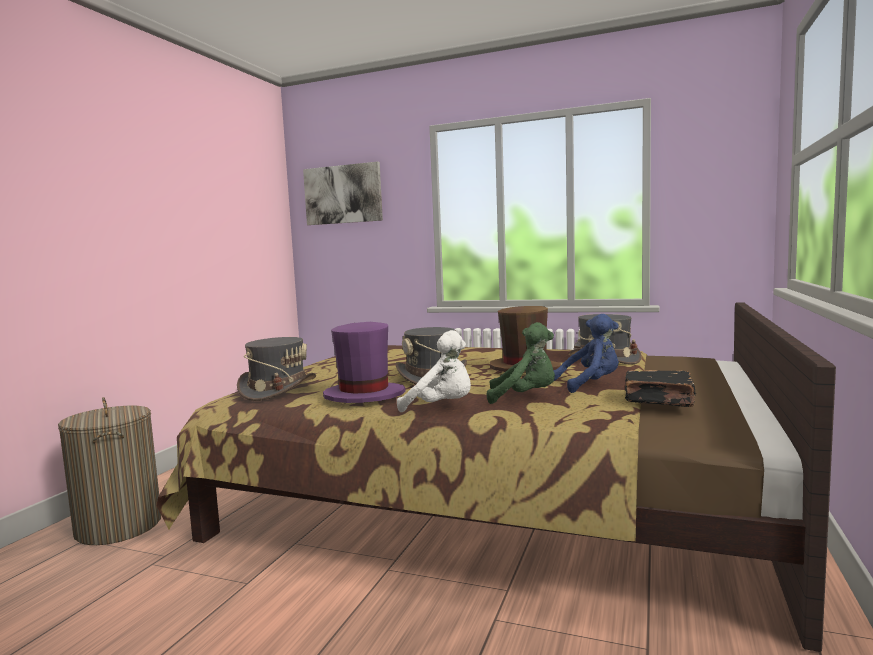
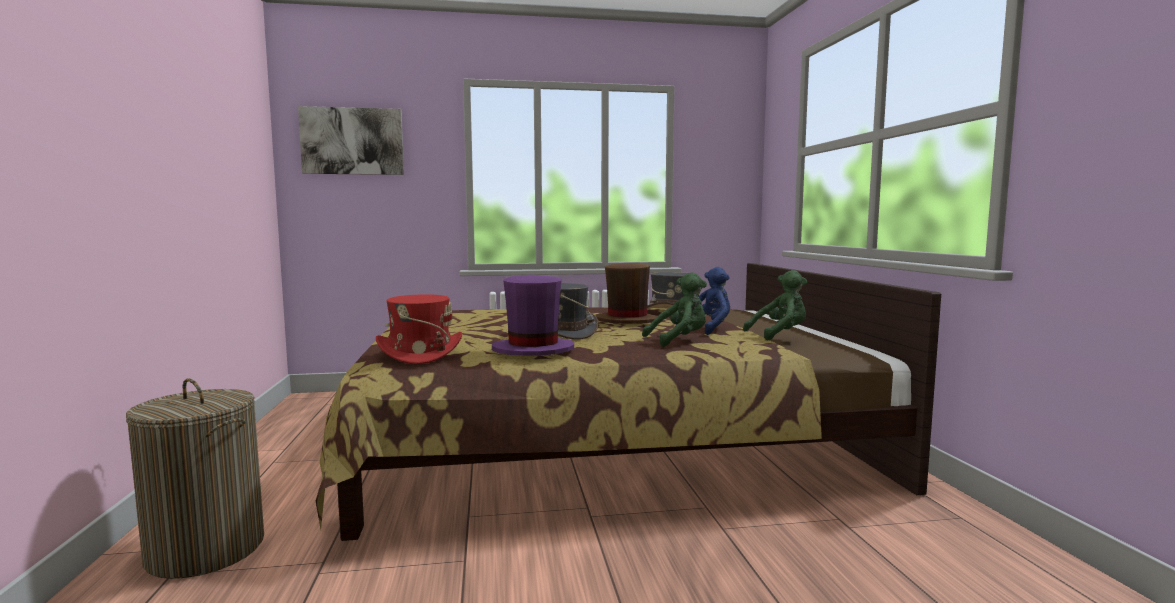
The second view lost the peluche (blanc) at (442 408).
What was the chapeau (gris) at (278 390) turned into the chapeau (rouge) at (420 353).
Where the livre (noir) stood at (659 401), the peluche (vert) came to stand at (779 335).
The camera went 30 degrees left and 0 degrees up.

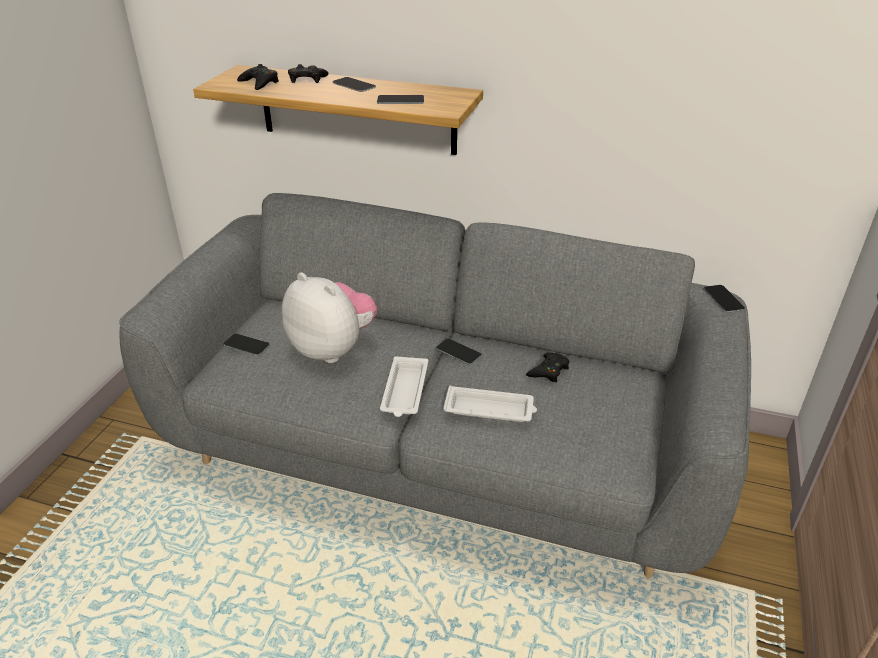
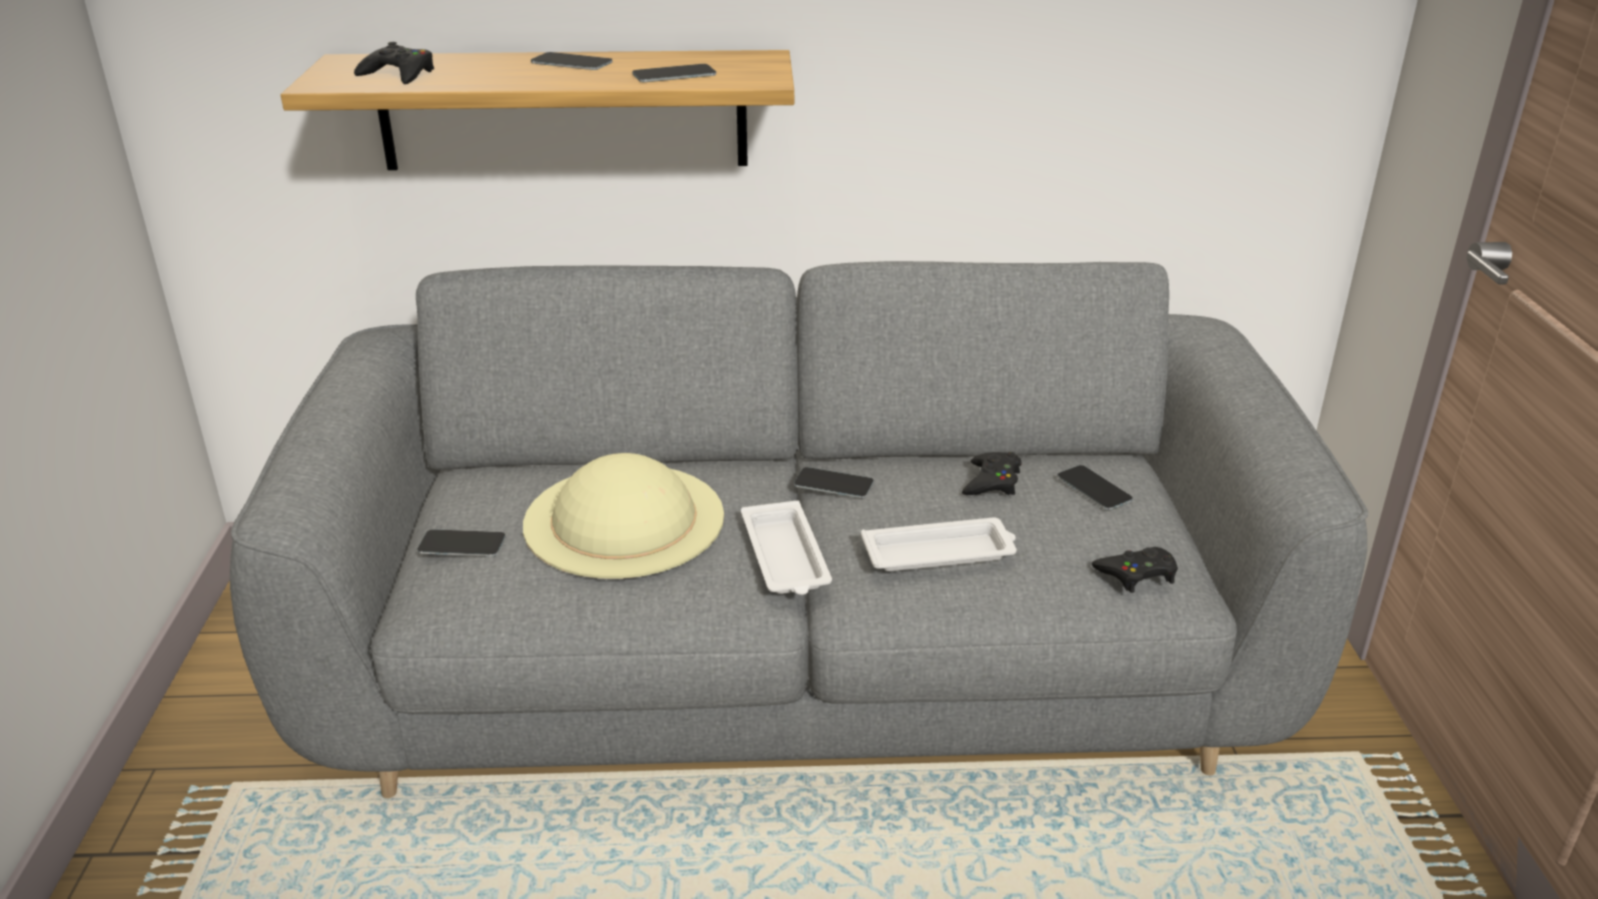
The manette (noir) ended up elsewhere, having gone from (307 79) to (1137 574).
Where the peluche stood at (333 349), the chapeau (beige) came to stand at (624 519).
The téléphone ended up elsewhere, having gone from (723 299) to (1094 488).
The camera went 20 degrees left and 5 degrees down.

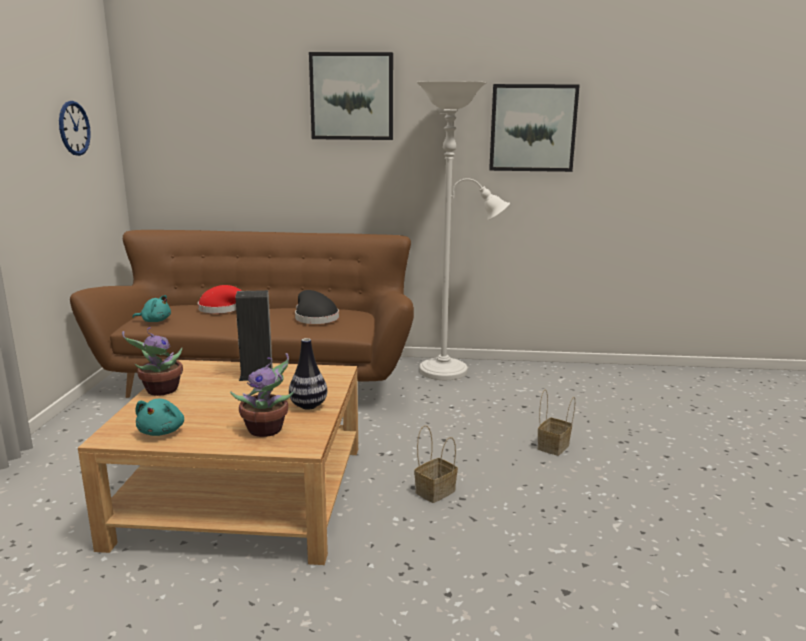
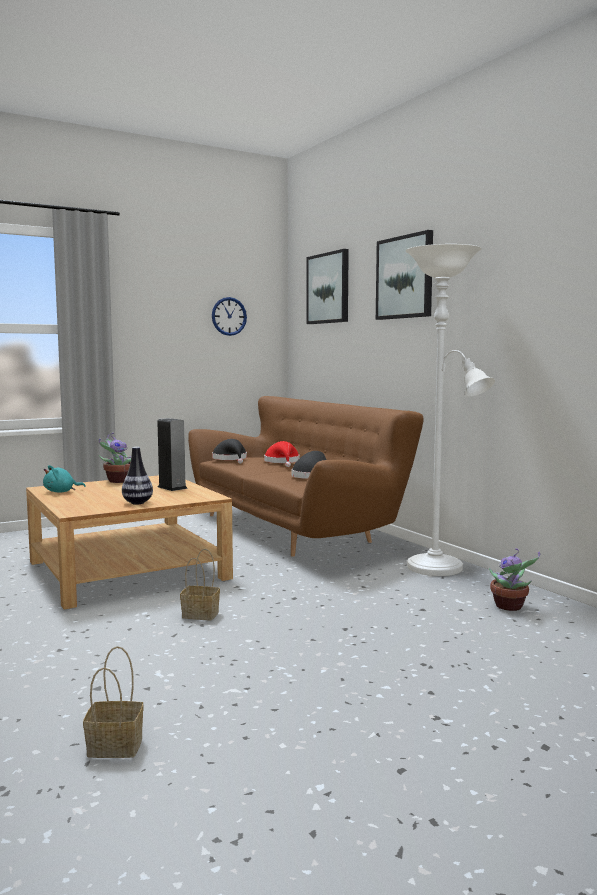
The tableau ended up elsewhere, having gone from (532 128) to (328 288).
Where the peluche (turquoise) stood at (155 321), the chapeau (noir) came to stand at (231 459).
The plante en pot ended up elsewhere, having gone from (267 430) to (510 607).
The panier ended up elsewhere, having gone from (553 447) to (113 747).
The camera went 55 degrees right and 10 degrees down.

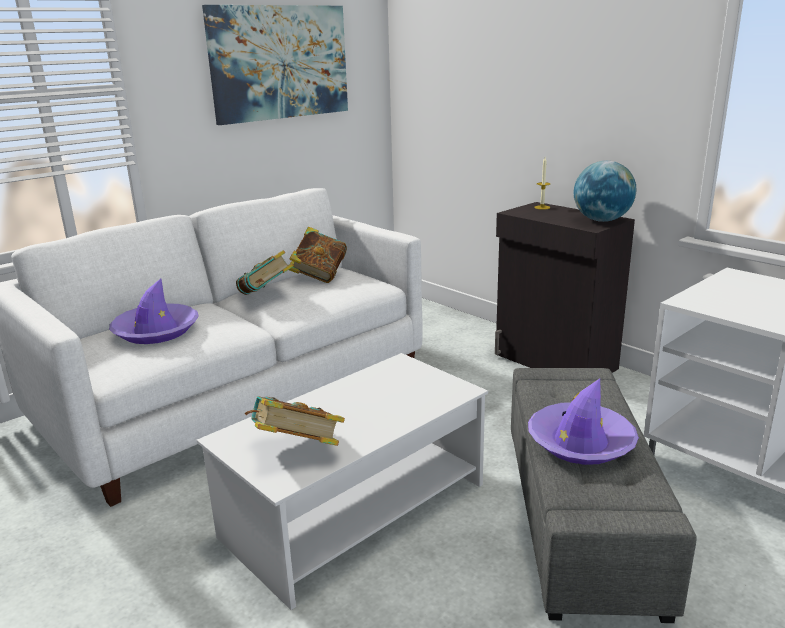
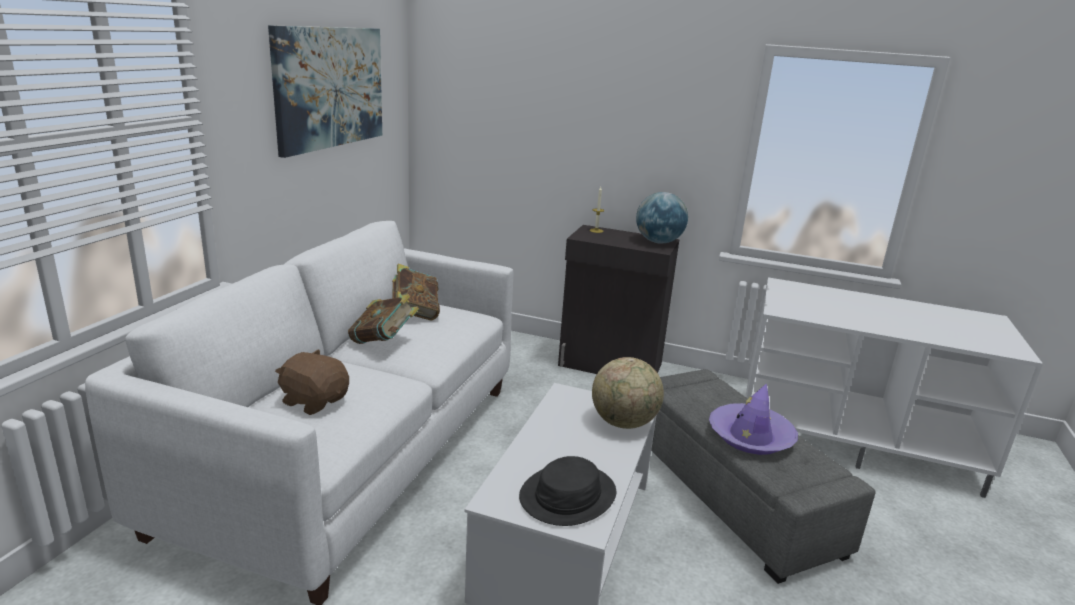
Where the chapeau (violet) stood at (156 331), the peluche (marron) came to stand at (314 401).
Where the livre stood at (296 450), the chapeau (noir) came to stand at (568 496).
The second view gained the globe at (624 423).
The camera went 30 degrees left and 0 degrees up.

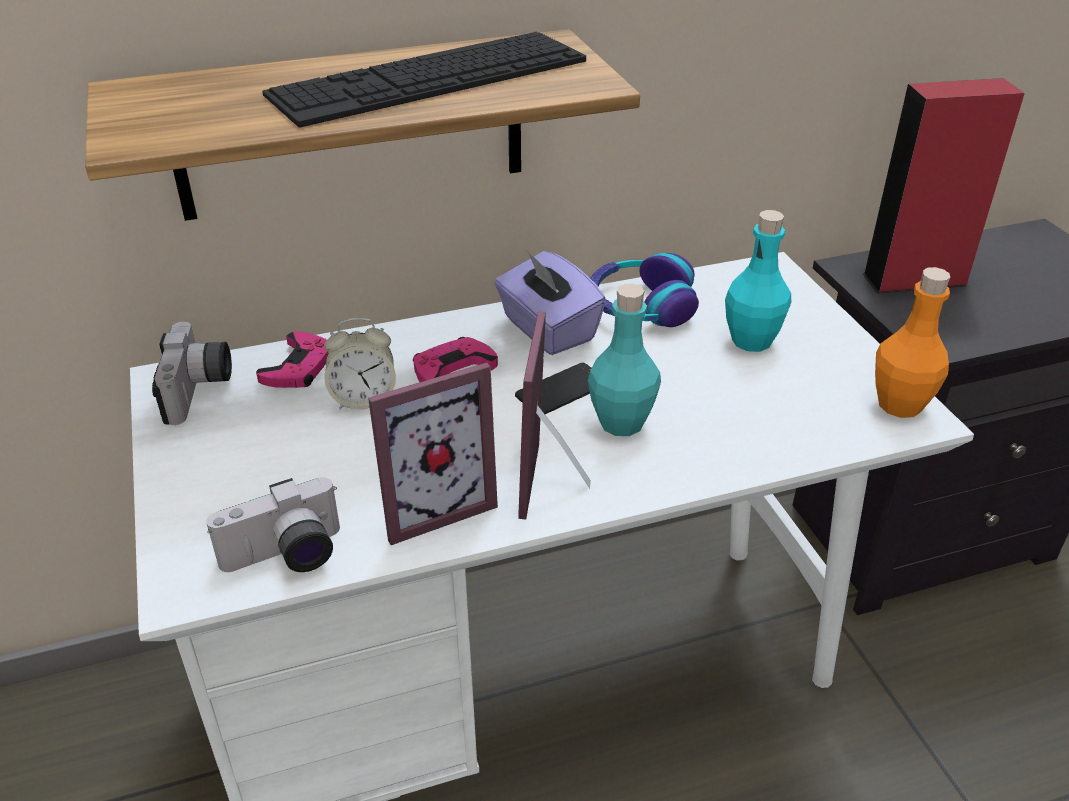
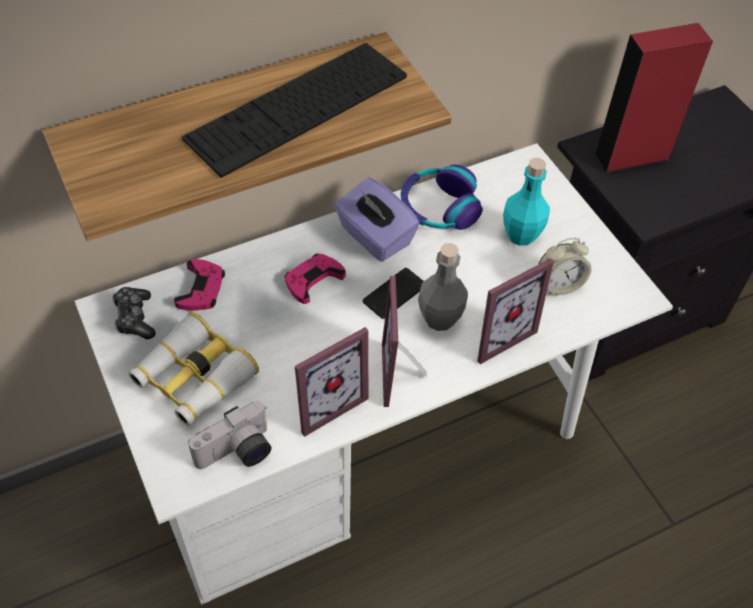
The second view lost the bouteille (orange) at (899 404).
What was the bouteille (turquoise) at (621 422) turned into the bouteille (gris) at (439 319).
The réveil ended up elsewhere, having gone from (363 399) to (559 284).
Where the appareil photo stood at (200 391), the manette came to stand at (135 318).
The second view gained the cadre photo at (496 333).
The second view gained the jumelles at (194 378).
The camera went 10 degrees left and 15 degrees up.

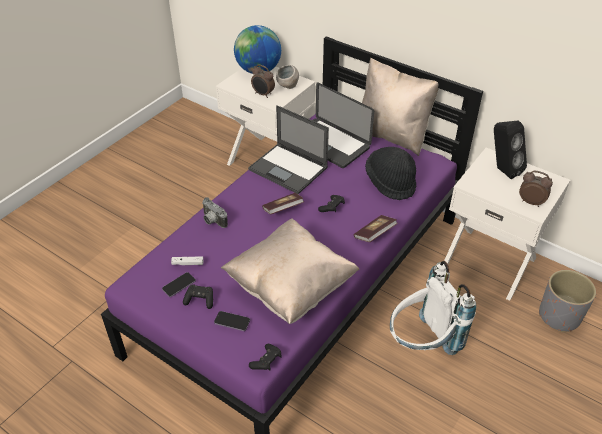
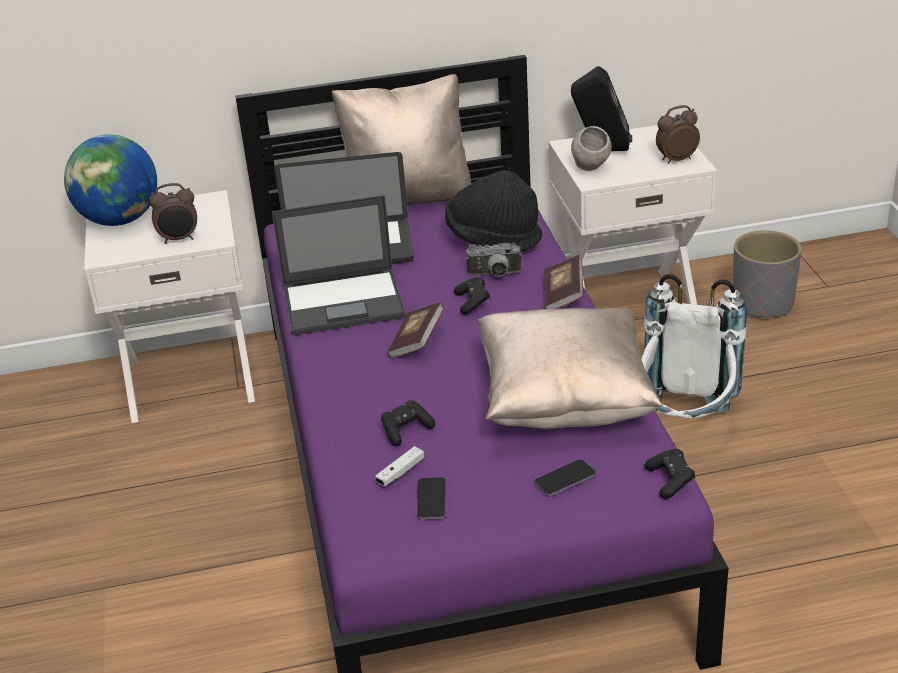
The bol (gris) ended up elsewhere, having gone from (288 88) to (591 169).
The appareil photo ended up elsewhere, having gone from (212 221) to (494 275).
The manette (noir) ended up elsewhere, having gone from (200 300) to (406 430).
The camera went 45 degrees left and 10 degrees down.

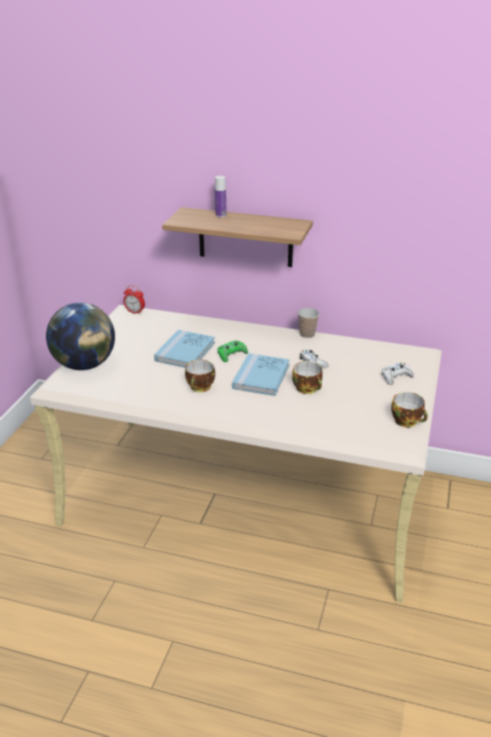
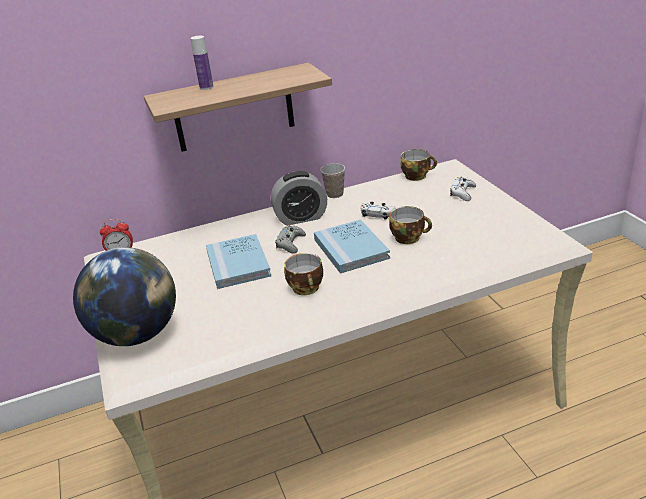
What was the manette (vert) at (231 354) turned into the manette (gris) at (291 243).
The tasse ended up elsewhere, having gone from (407 421) to (417 175).
The second view gained the réveil at (301 218).
The camera went 35 degrees left and 0 degrees up.

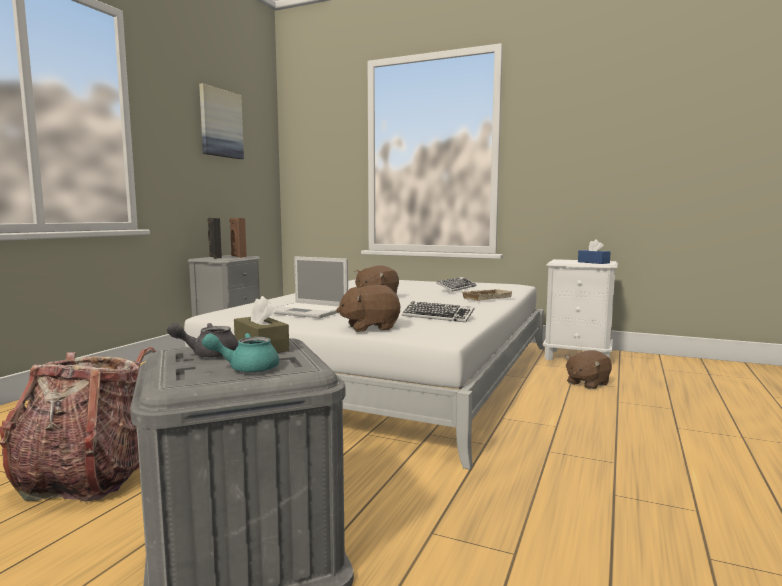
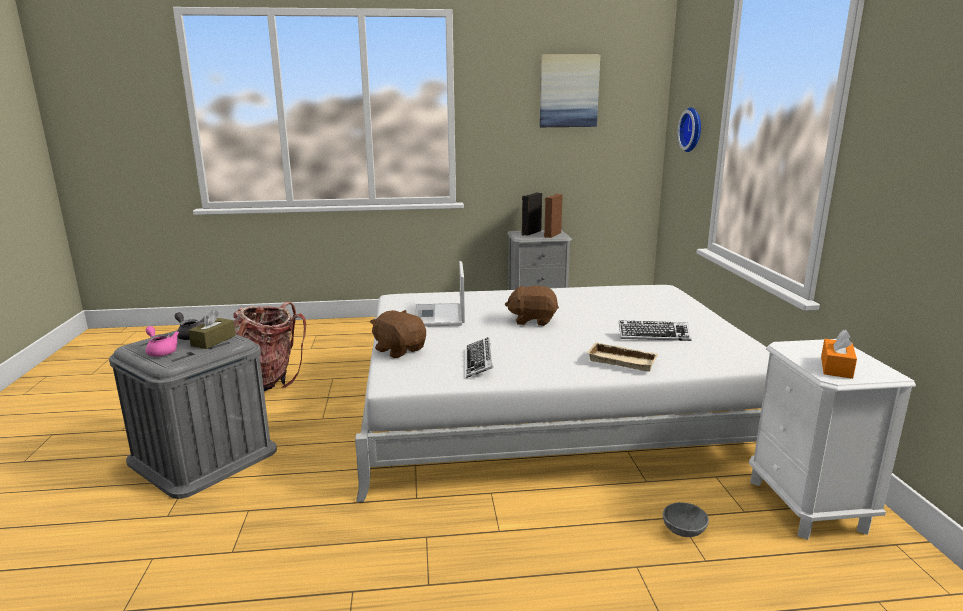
What was the boîte à mouchoirs (bleu) at (593 262) turned into the boîte à mouchoirs (orange) at (836 367).
What was the théière (turquoise) at (246 368) turned into the théière (rose) at (161 351).
Where the peluche (marron) stood at (587 383), the bol (gris) came to stand at (684 531).
The second view gained the horloge murale at (693 129).
The camera went 60 degrees right and 10 degrees up.

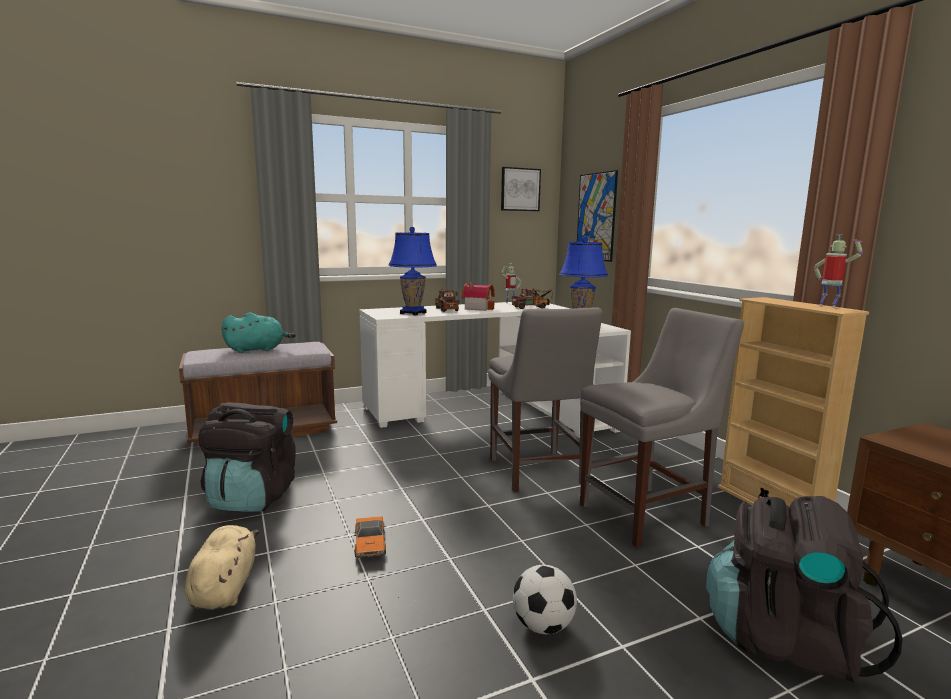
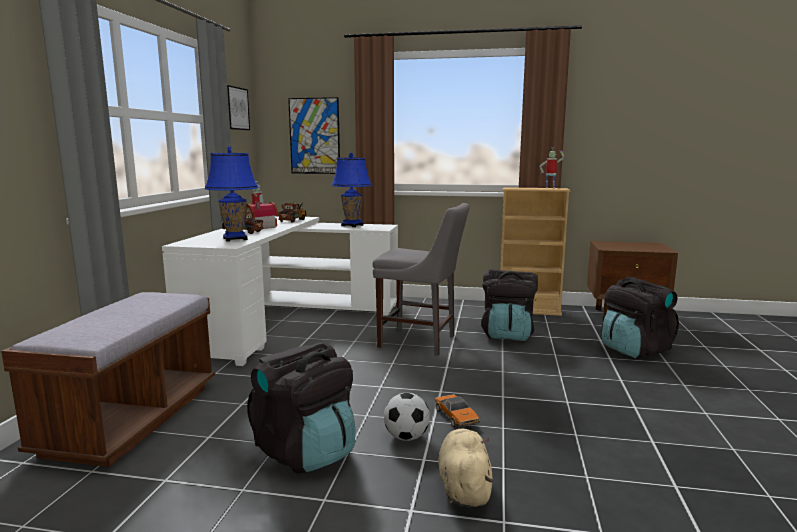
Where the chaise (gris) stood at (648 514), the sac à dos (noir) came to stand at (507 334).
The second view lost the peluche (turquoise) at (257 350).
The petite voiture at (370 544) ended up facing another way, 45 degrees clockwise from before.
The peluche (beige) at (225 588) ended up facing another way, 60 degrees clockwise from before.
The ballon de foot ended up elsewhere, having gone from (543 626) to (406 437).
The camera went 55 degrees left and 0 degrees up.

